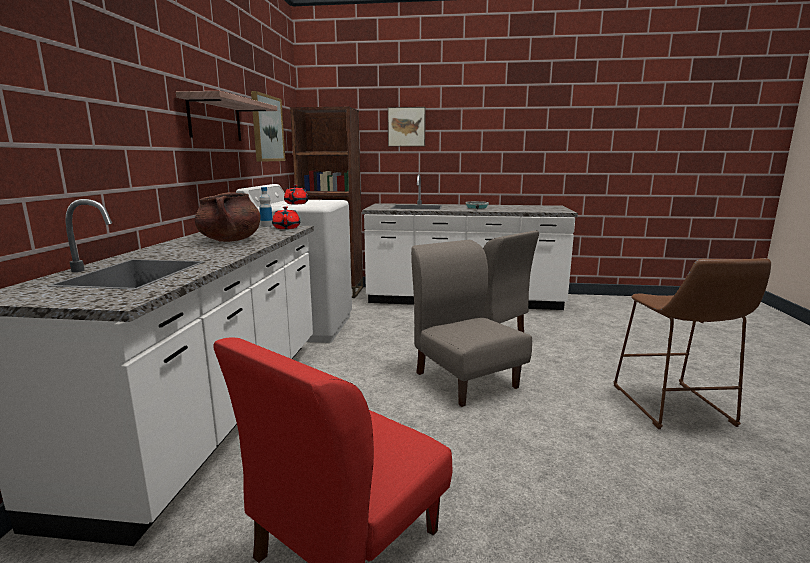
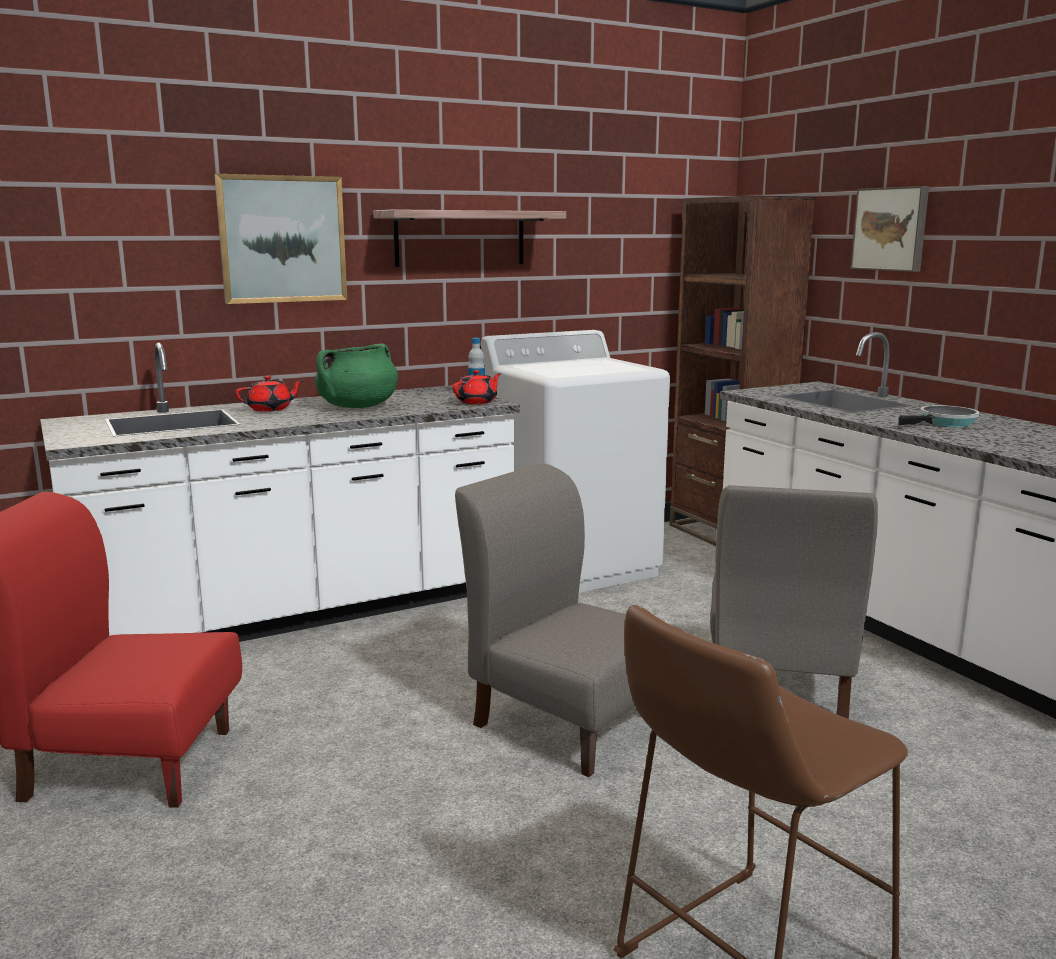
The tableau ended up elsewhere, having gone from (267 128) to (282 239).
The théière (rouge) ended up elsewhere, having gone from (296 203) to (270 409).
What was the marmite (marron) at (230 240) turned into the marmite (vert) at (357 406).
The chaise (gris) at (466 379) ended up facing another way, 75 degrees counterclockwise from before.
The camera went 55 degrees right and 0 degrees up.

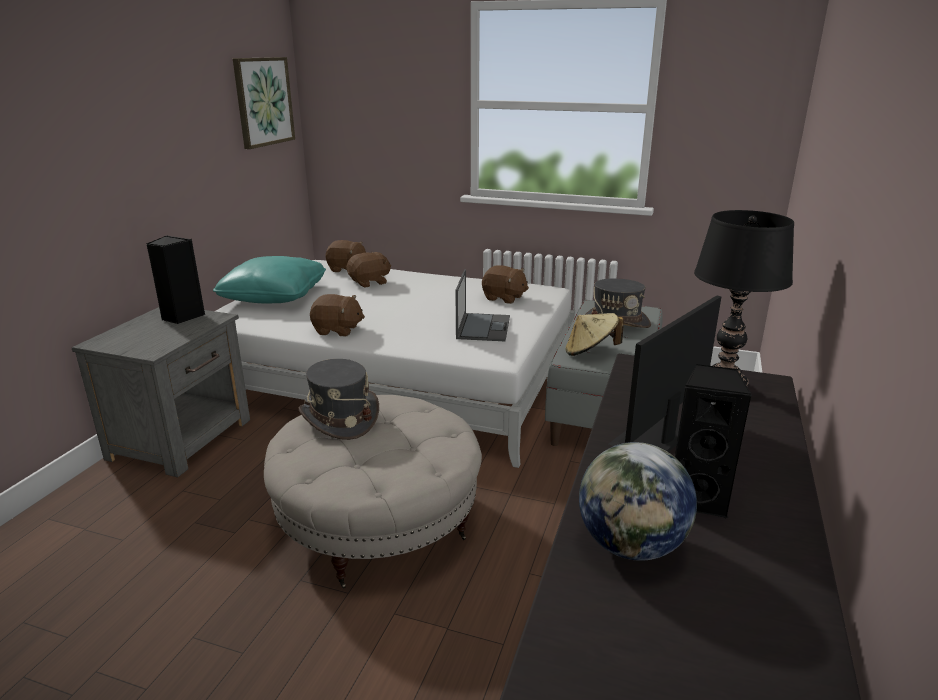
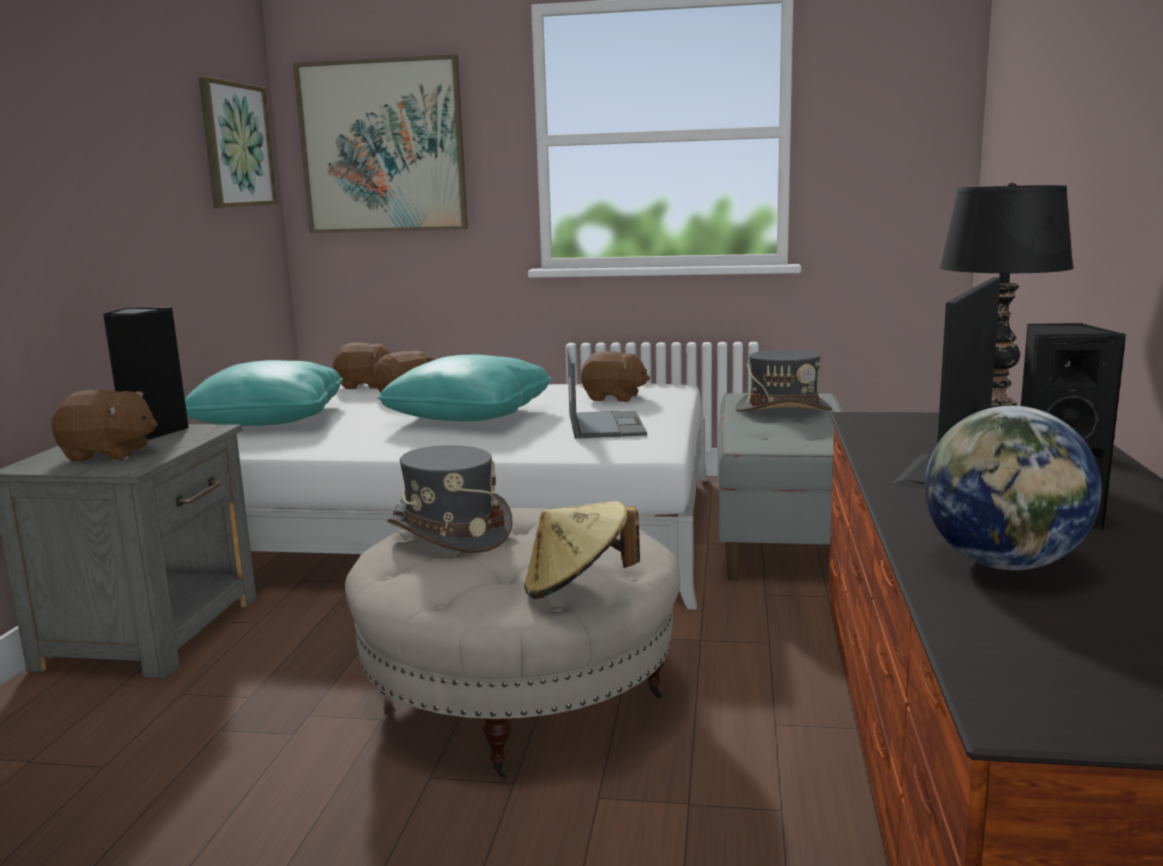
The peluche (marron) ended up elsewhere, having gone from (337 330) to (109 454).
The chapeau (beige) ended up elsewhere, having gone from (590 352) to (577 587).
The second view gained the tableau at (382 147).
The second view gained the coussin (turquoise) at (469 415).
The camera went 10 degrees left and 10 degrees down.

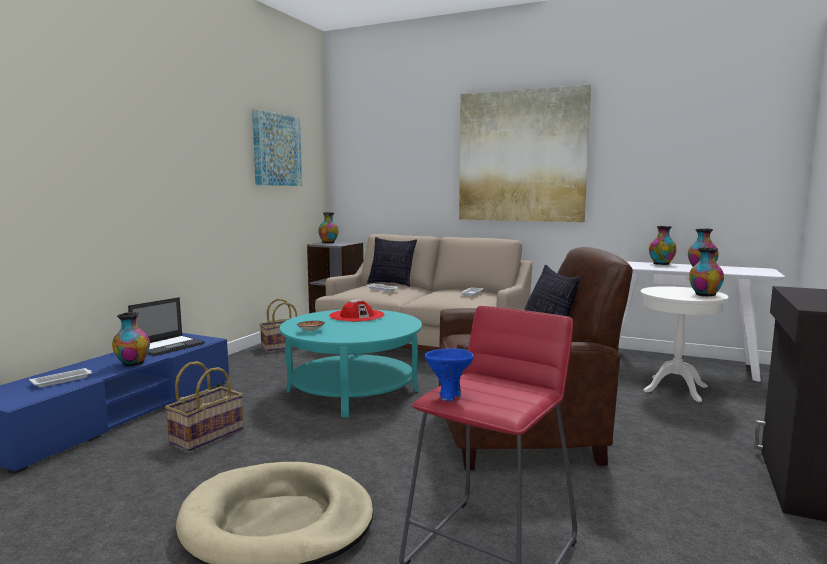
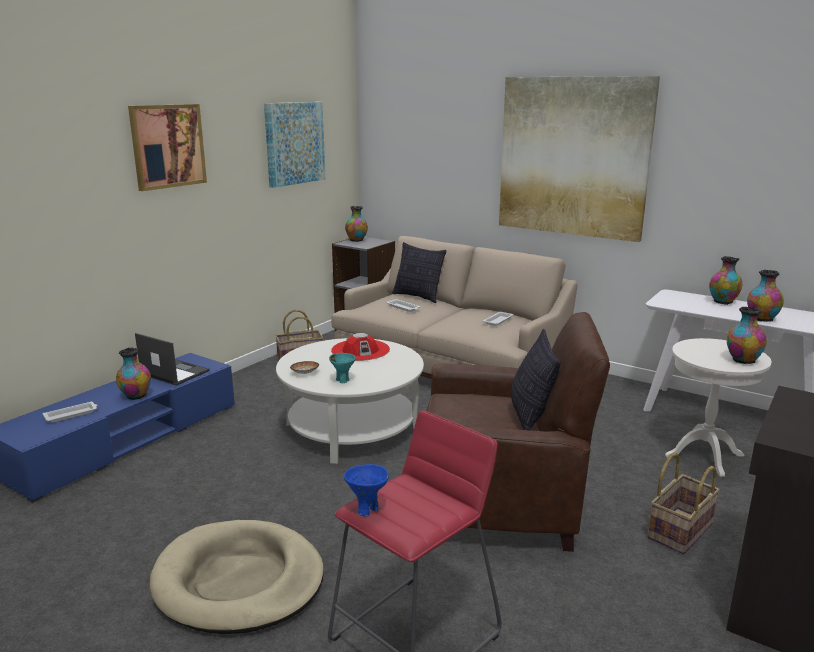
The ordinateur portable at (169 346) ended up facing another way, 105 degrees counterclockwise from before.
What was the table basse (turquoise) at (353 391) turned into the table basse (blanc) at (352 429).
The panier ended up elsewhere, having gone from (207 435) to (679 530).
The second view gained the tableau at (168 146).
The second view gained the bol (turquoise) at (342 380).
The camera went 10 degrees right and 10 degrees up.

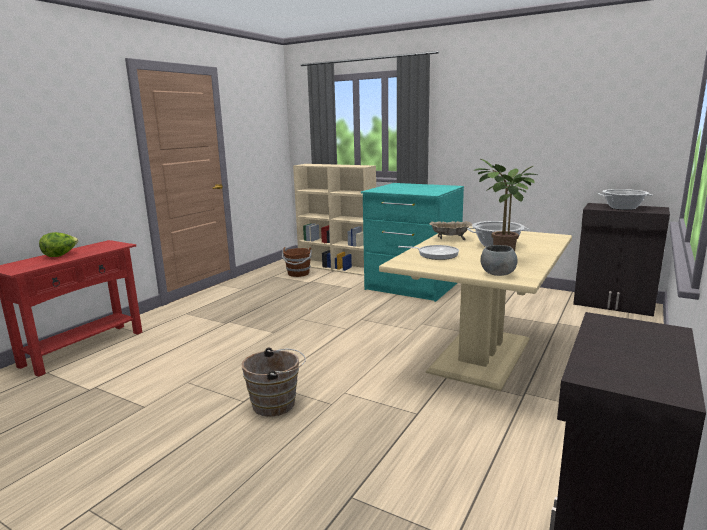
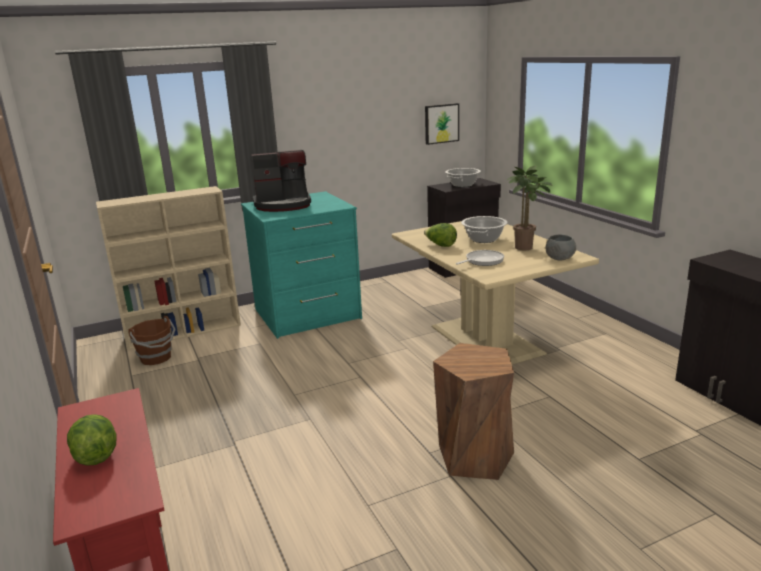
Where the bol (beige) stood at (450 239), the laitue came to stand at (440 245).
Where the seau (marron) stood at (277 404), the tabouret (marron) came to stand at (475 457).
The second view gained the tableau at (441 123).
The second view gained the machine à café at (283 205).
The camera went 55 degrees left and 5 degrees up.

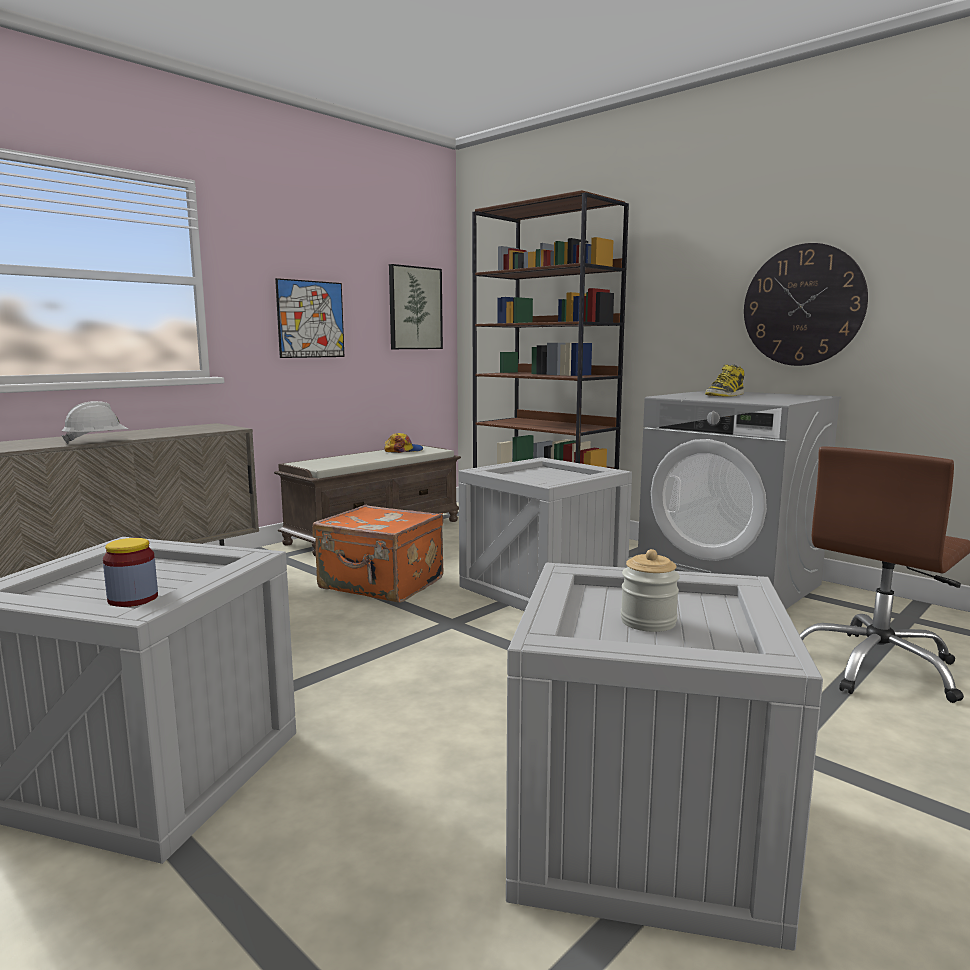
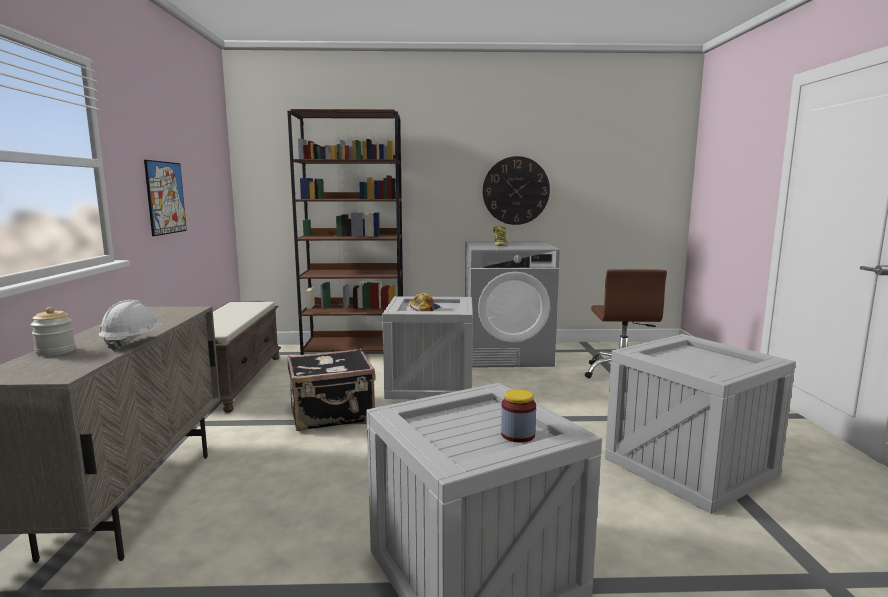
The second view lost the tableau at (415 308).
The casquette ended up elsewhere, having gone from (403 450) to (424 309).
What was the valise (orange) at (381 585) turned into the valise (noir) at (332 414).
The bocal ended up elsewhere, having gone from (648 622) to (56 351).
The camera went 45 degrees left and 0 degrees up.

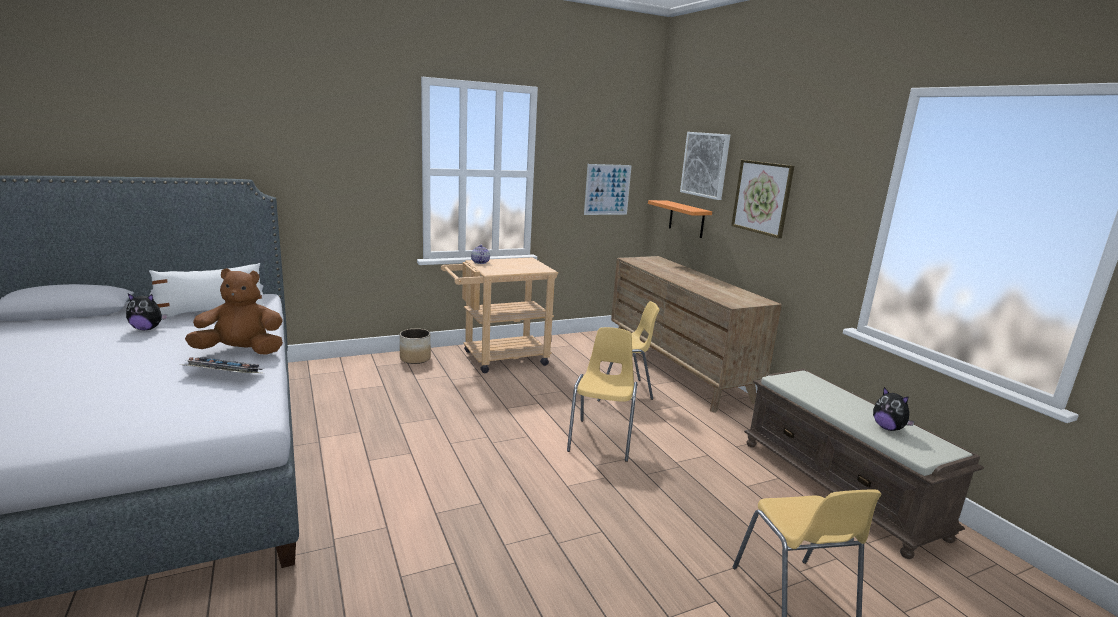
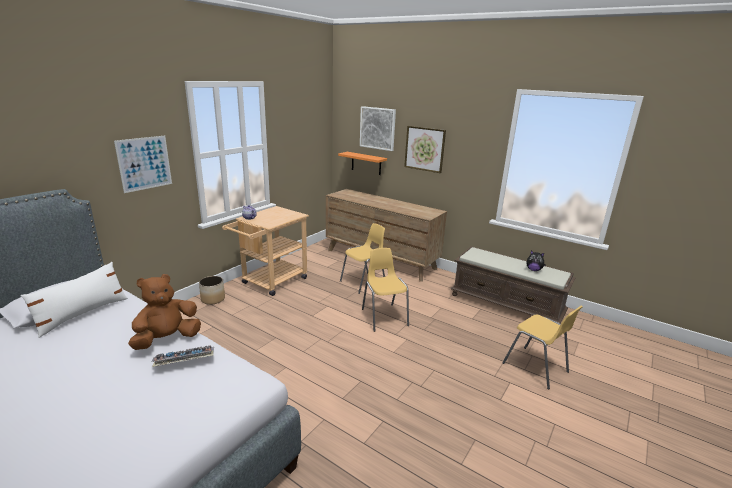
The tableau ended up elsewhere, having gone from (607 189) to (144 163).
The second view lost the peluche at (147 329).
The camera went 30 degrees left and 5 degrees up.

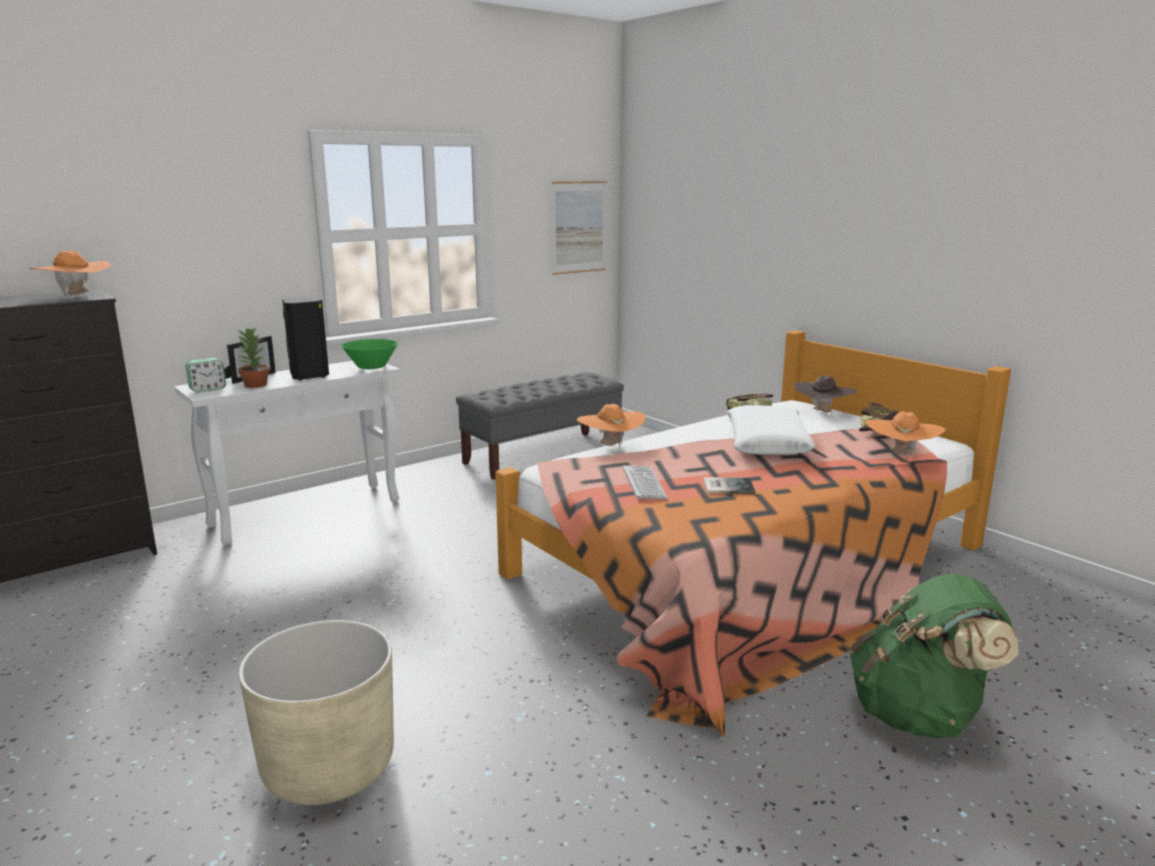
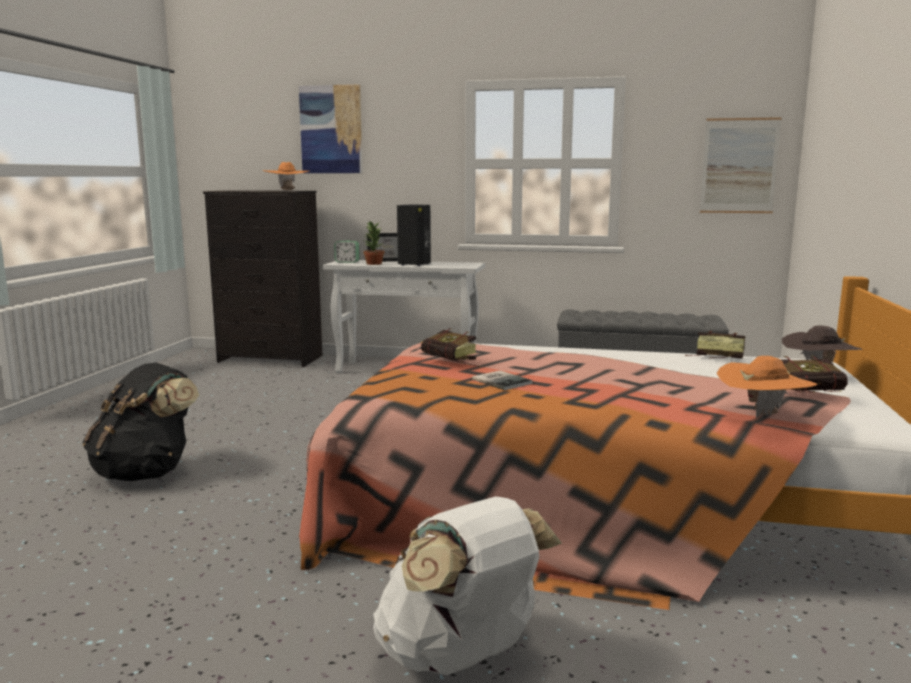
The second view lost the bol (vert) at (371 367).
The second view lost the chapeau (orange) at (610 445).
The second view lost the coussin (blanc) at (767 443).
Where the clavier stood at (644 484), the livre came to stand at (453 363).
What was the sac à dos (vert) at (919 715) turned into the sac à dos (blanc) at (461 656).
Where the cache-pot (beige) stood at (329 767), the sac à dos (noir) came to stand at (146 473).
The second view gained the tableau at (331 129).
The camera went 50 degrees right and 5 degrees down.

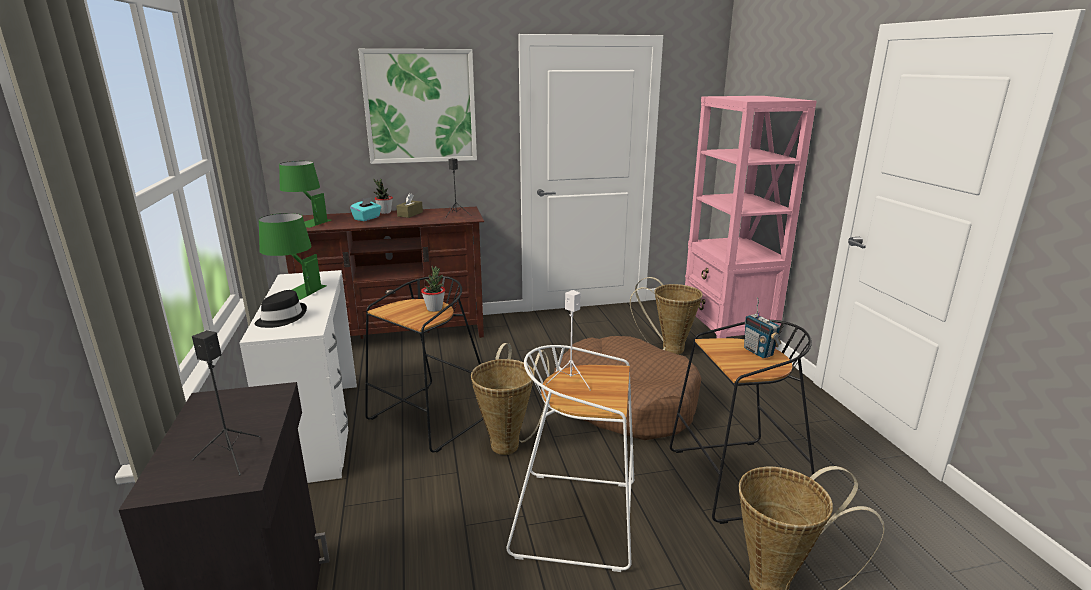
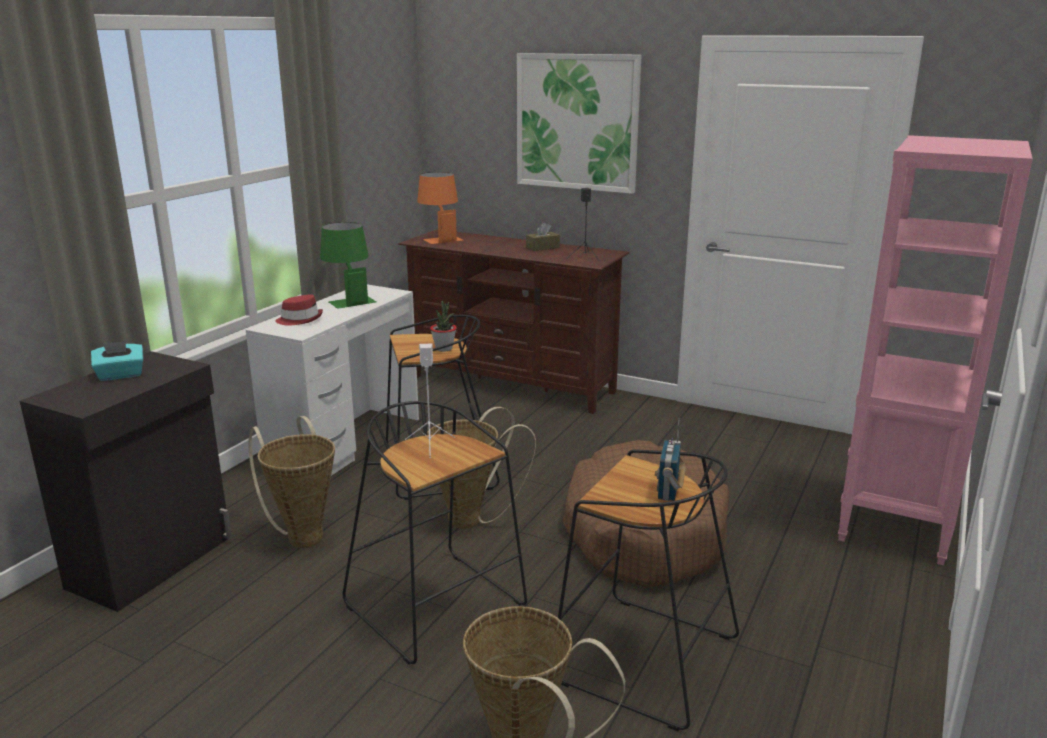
What was the lampe de table (vert) at (307 222) turned into the lampe de table (orange) at (439 238).
The second view lost the plante en pot at (385 212).
The boîte à mouchoirs (turquoise) ended up elsewhere, having gone from (367 218) to (120 375).
The panier ended up elsewhere, having gone from (667 349) to (303 535).
What was the chapeau (noir) at (282 318) turned into the chapeau (rouge) at (300 319).
The second view lost the enceinte (noir) at (232 456).
What was the tabouret (blanc) at (578 518) turned into the tabouret (noir) at (438 606).
The camera went 40 degrees right and 0 degrees up.

